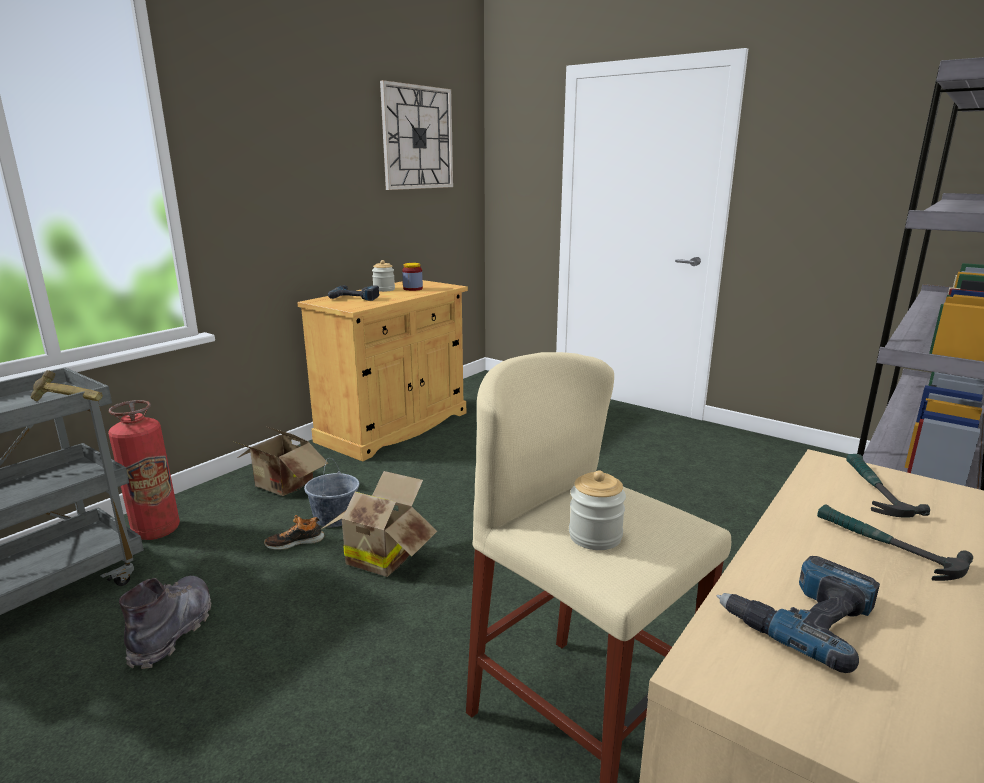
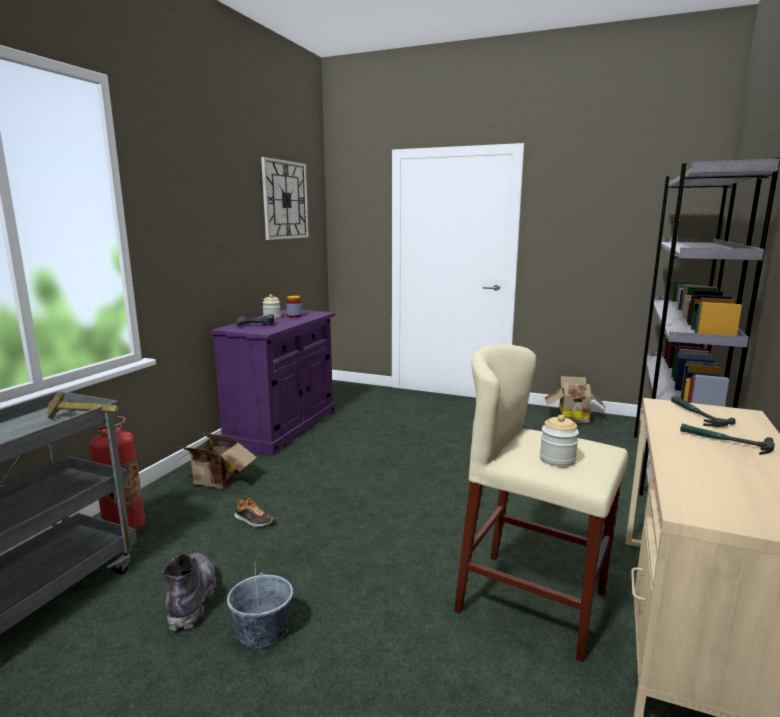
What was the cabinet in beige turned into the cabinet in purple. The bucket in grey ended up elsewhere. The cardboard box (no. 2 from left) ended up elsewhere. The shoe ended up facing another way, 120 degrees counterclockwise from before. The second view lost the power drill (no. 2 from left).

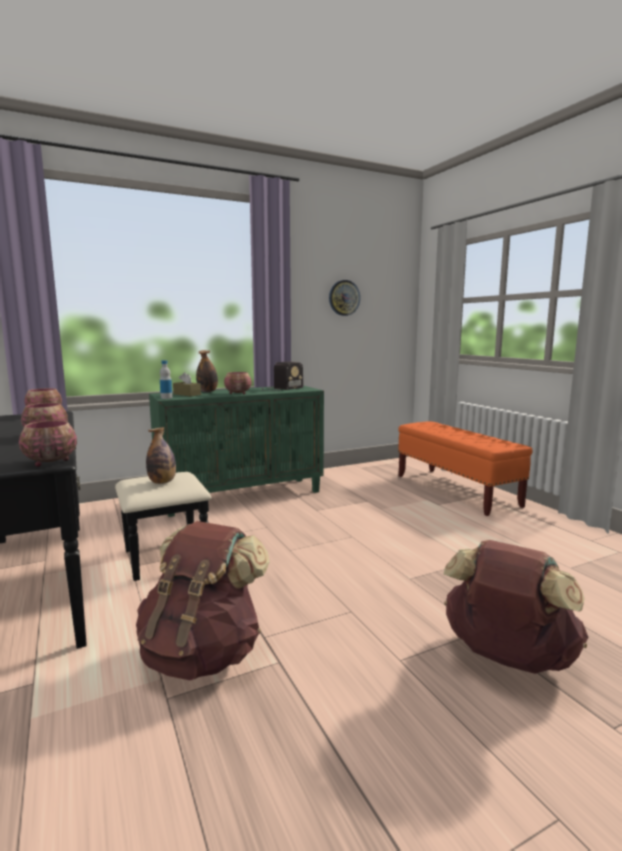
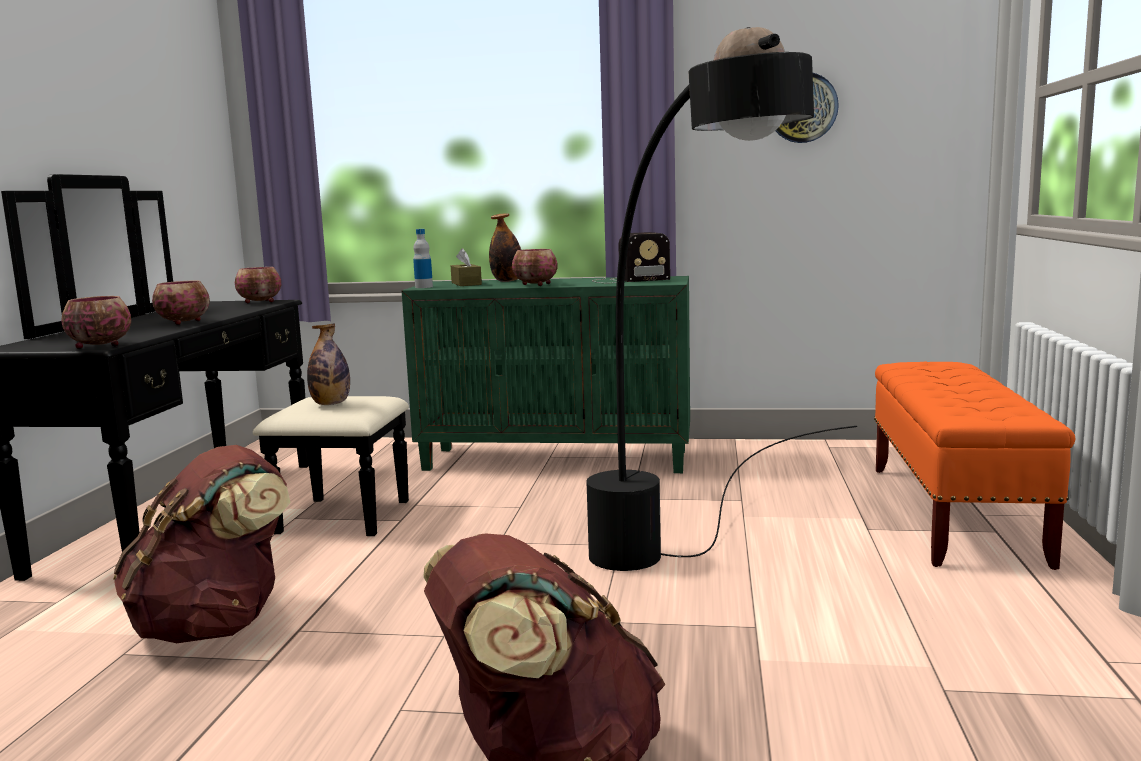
The second view gained the floor lamp in black.

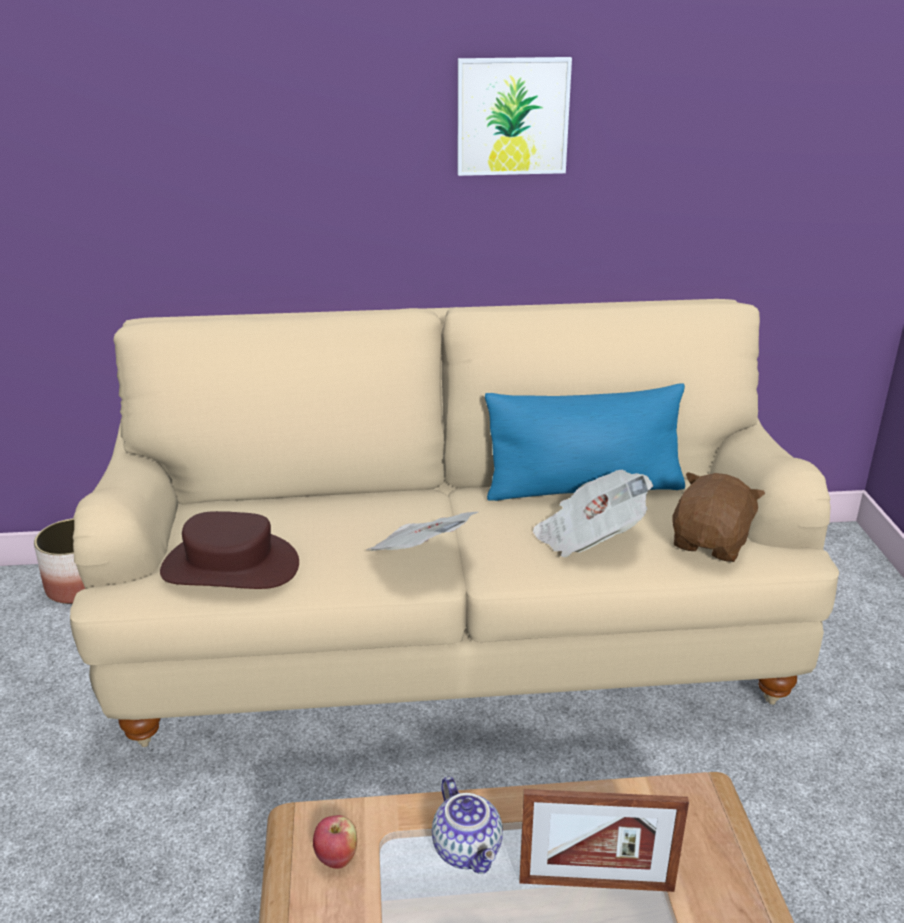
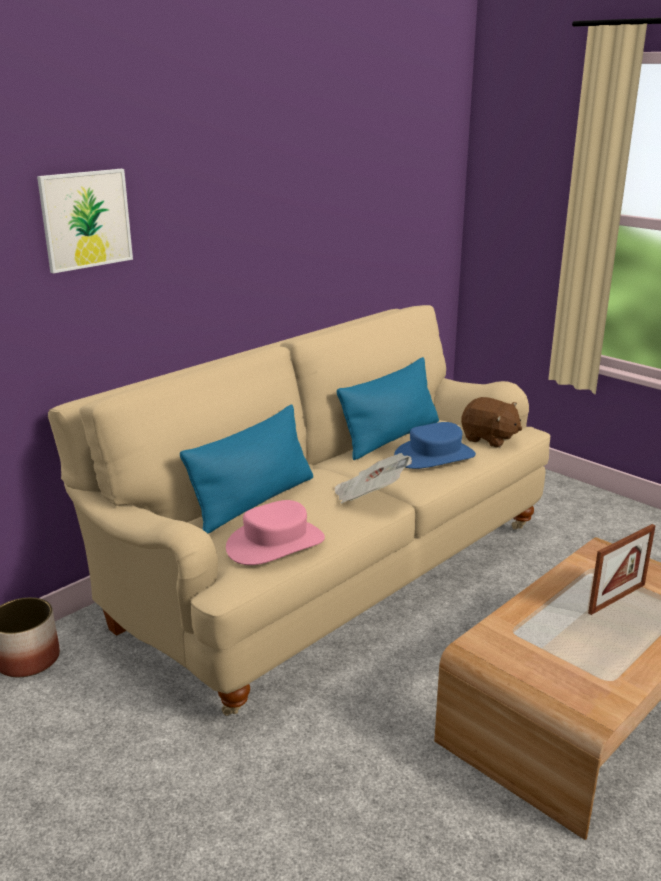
The picture ended up elsewhere. Where the newspaper (no. 2 from left) stood, the hat in blue came to stand. The plush toy in brown ended up facing another way, 135 degrees clockwise from before. What was the hat in brown turned into the hat in pink. The second view lost the teapot. The second view lost the apple. The second view gained the pillow in blue (no. 1 from left).

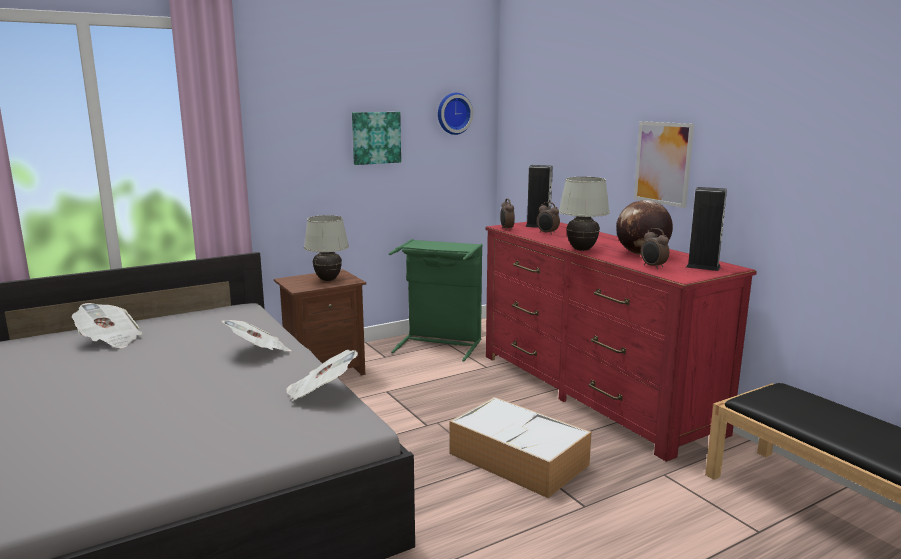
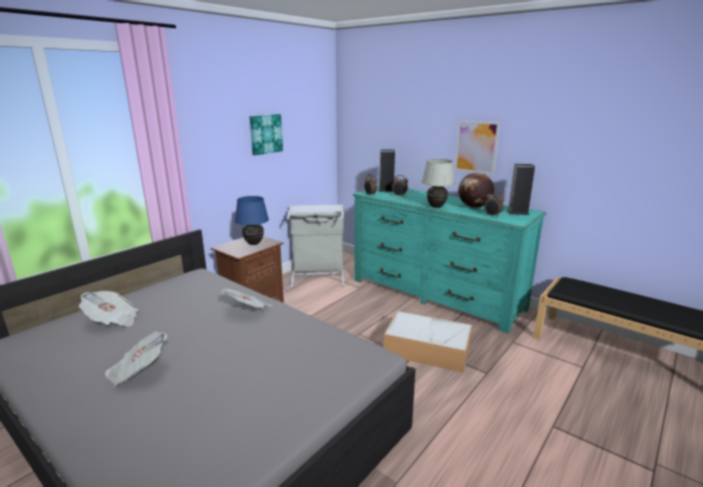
The second view lost the wall clock. What was the table lamp in white (no. 1 from left) turned into the table lamp in blue. What was the dresser in red turned into the dresser in turquoise. What was the laundry basket in green turned into the laundry basket in grey. The newspaper (no. 3 from left in the first image) ended up elsewhere.

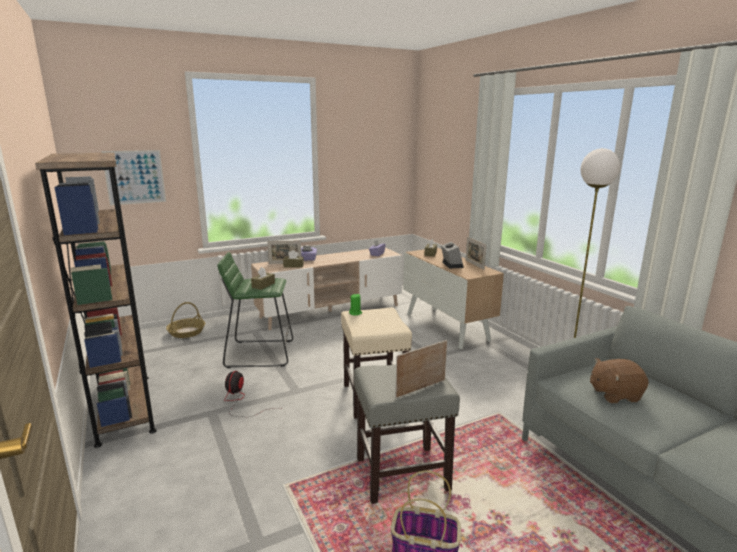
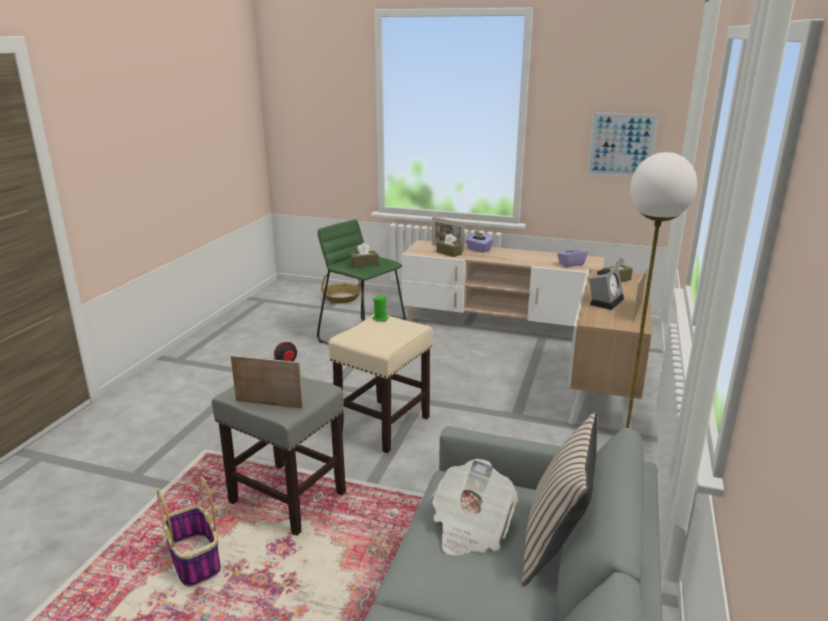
The picture ended up elsewhere. The second view lost the bookcase in brown. Where the plush toy in brown stood, the newspaper came to stand. The second view gained the pillow in beige.

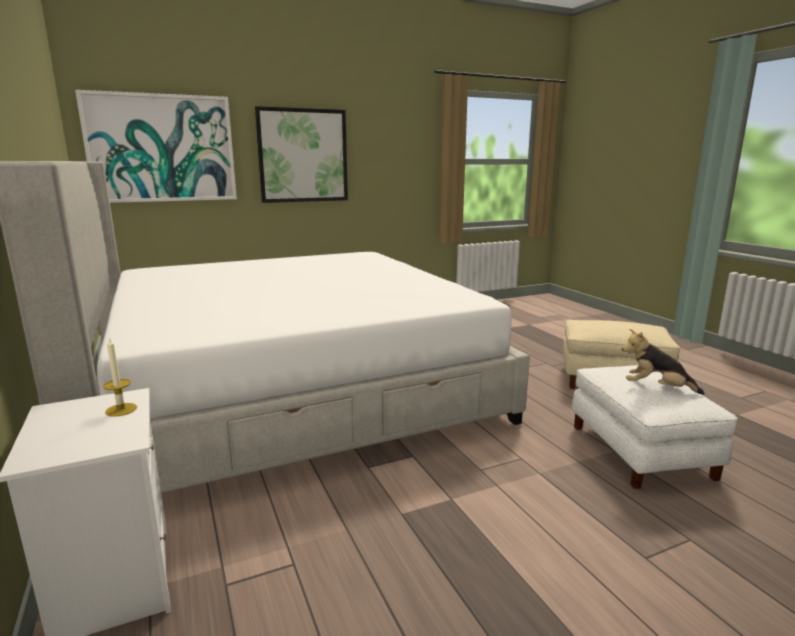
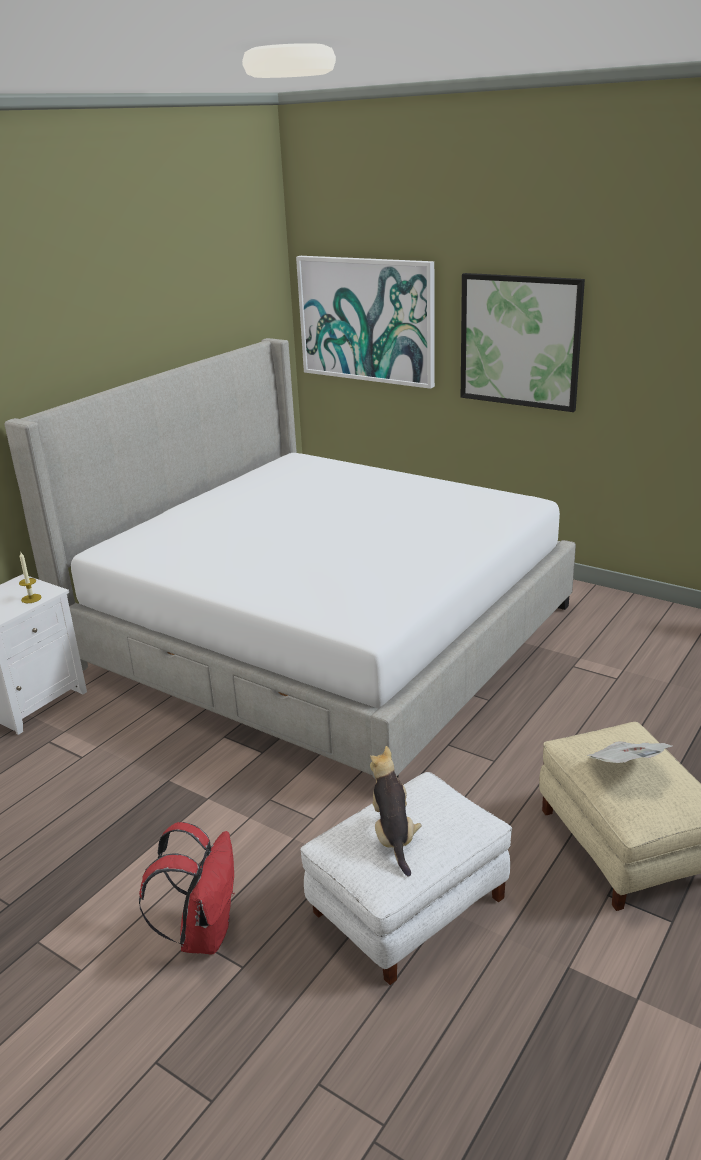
The second view gained the newspaper. The second view gained the backpack in red.

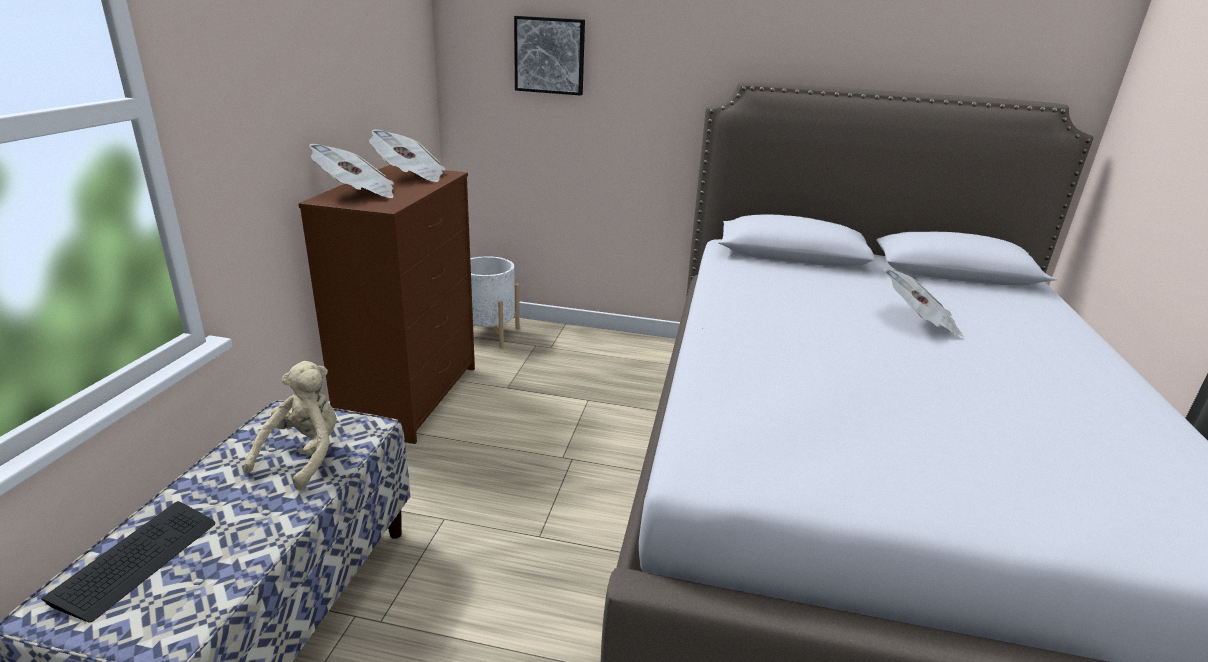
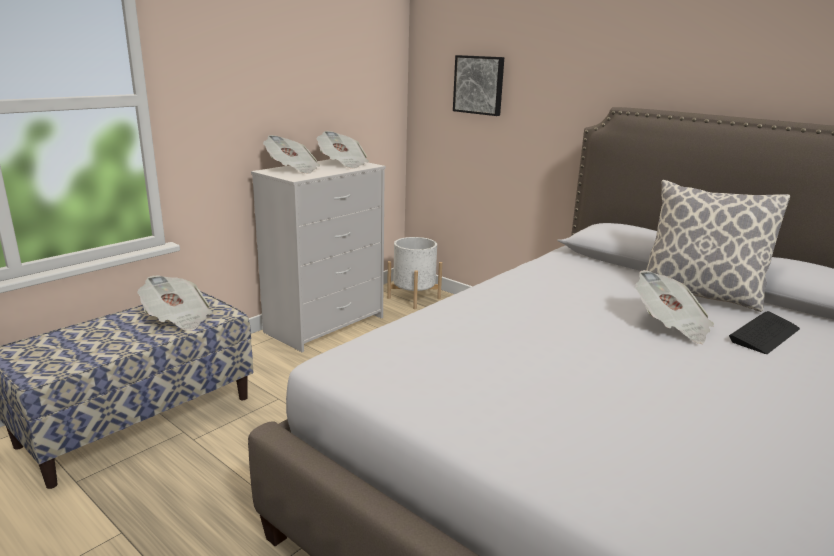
What was the dresser in brown turned into the dresser in white. Where the plush toy in beige stood, the newspaper (no. 1 from left) came to stand. The keyboard ended up elsewhere. The second view gained the pillow.

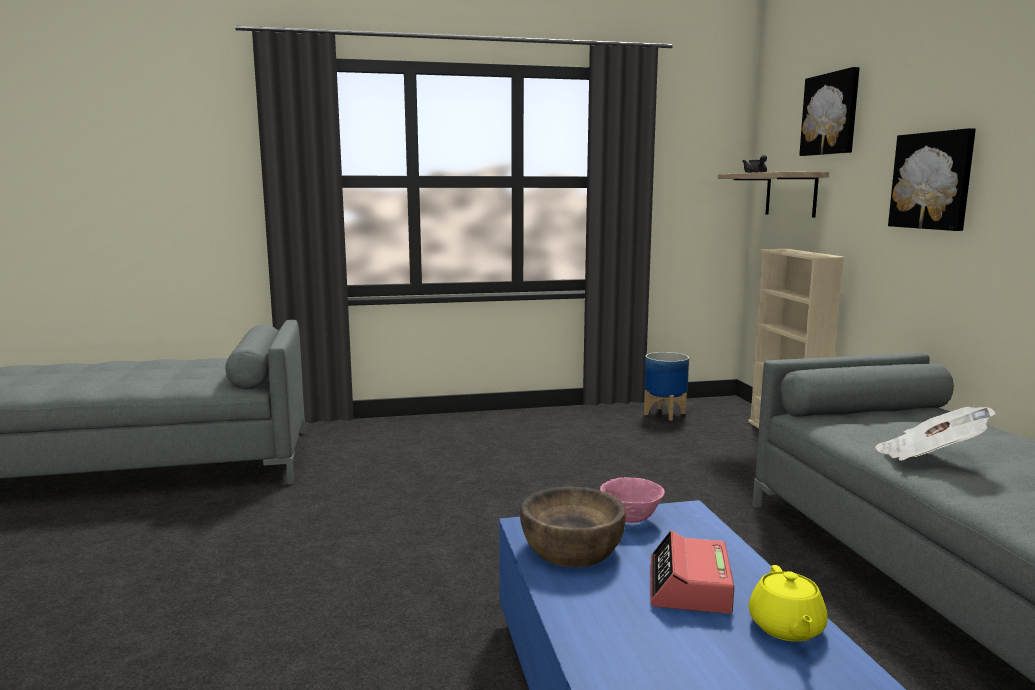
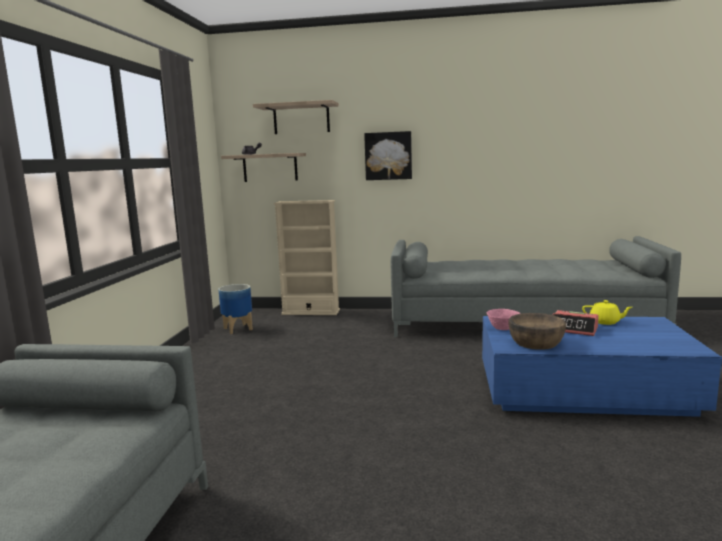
Where the picture (no. 1 from left) hung, the shelf (no. 2 from left) came to hang. The second view lost the newspaper.

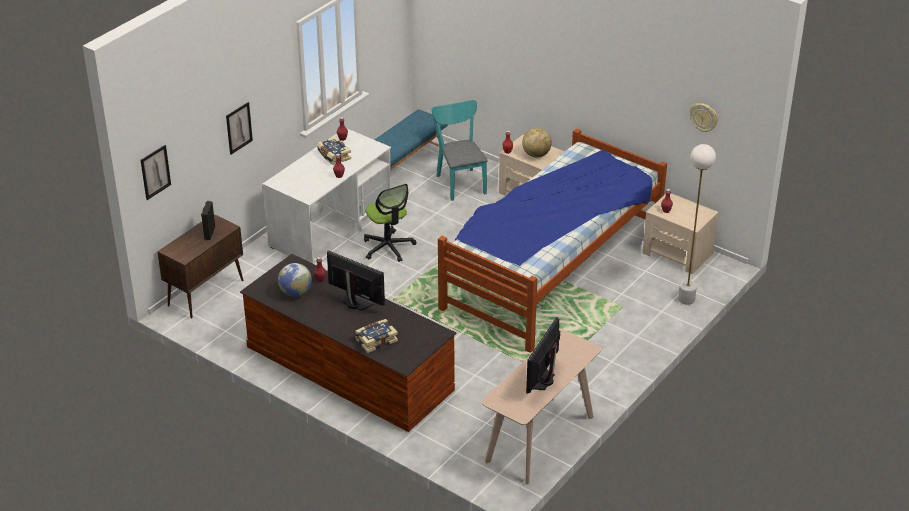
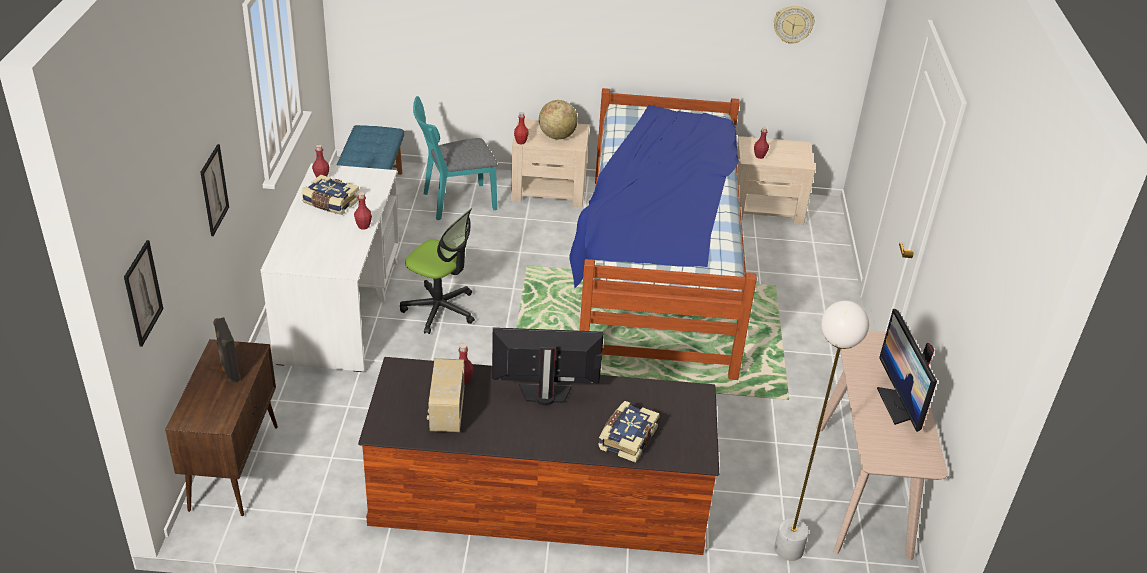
The chair in turquoise ended up facing another way, 60 degrees counterclockwise from before. The floor lamp in white ended up elsewhere. Where the globe (no. 1 from left) stood, the radio came to stand.

